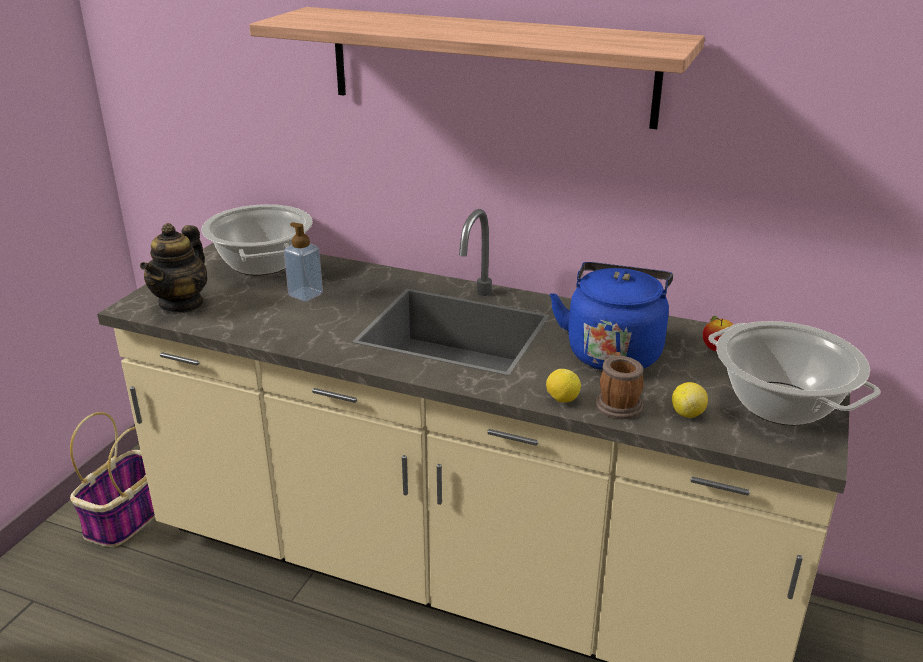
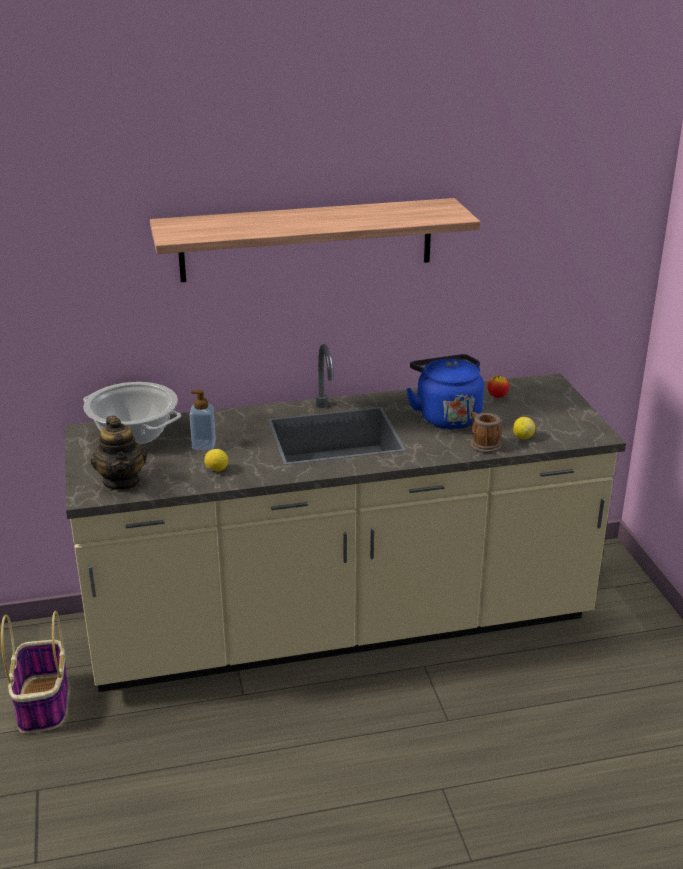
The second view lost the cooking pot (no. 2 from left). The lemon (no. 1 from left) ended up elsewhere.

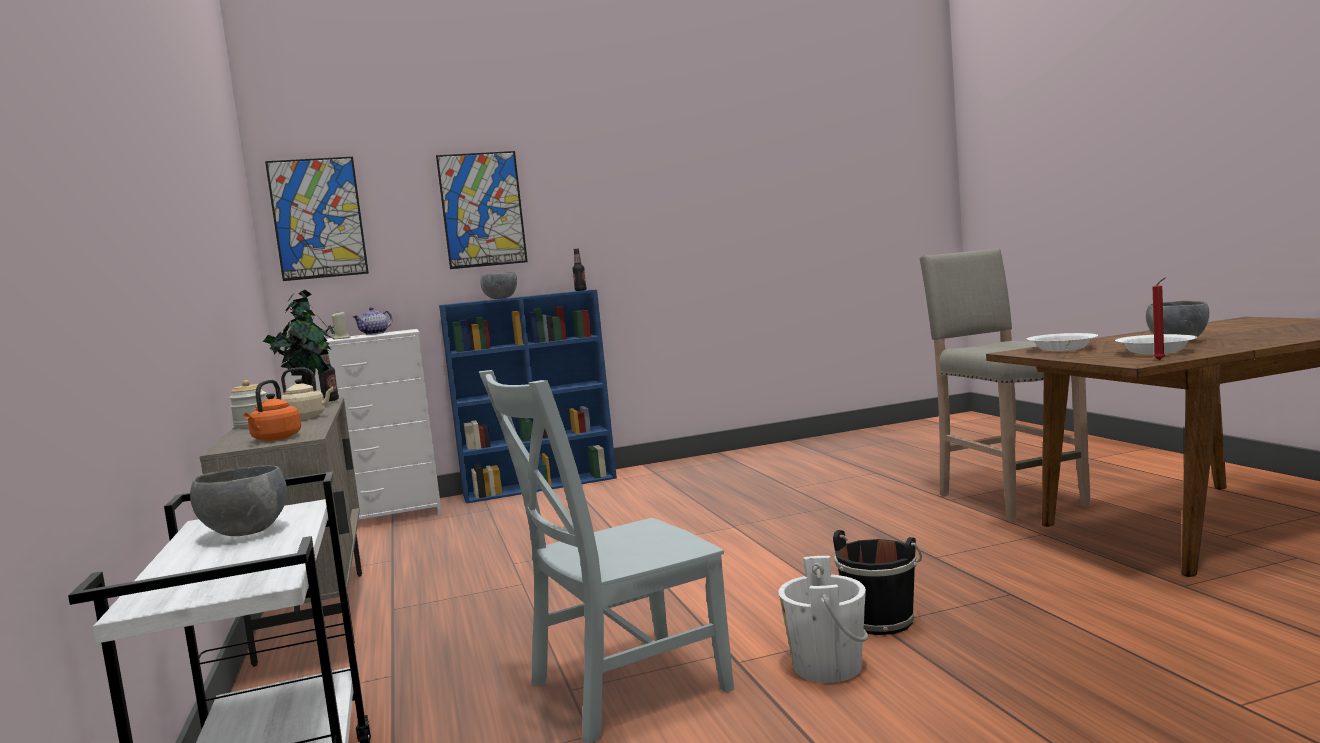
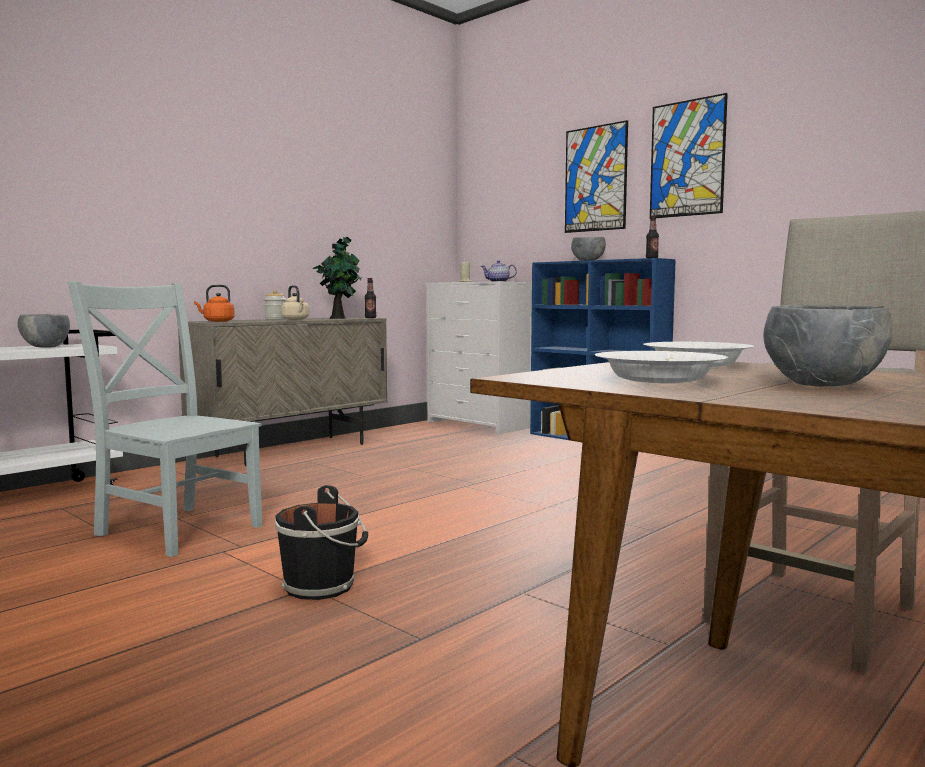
The picture (no. 1 from left in the first image) ended up elsewhere. The second view lost the candle in red. The second view lost the bucket in white.

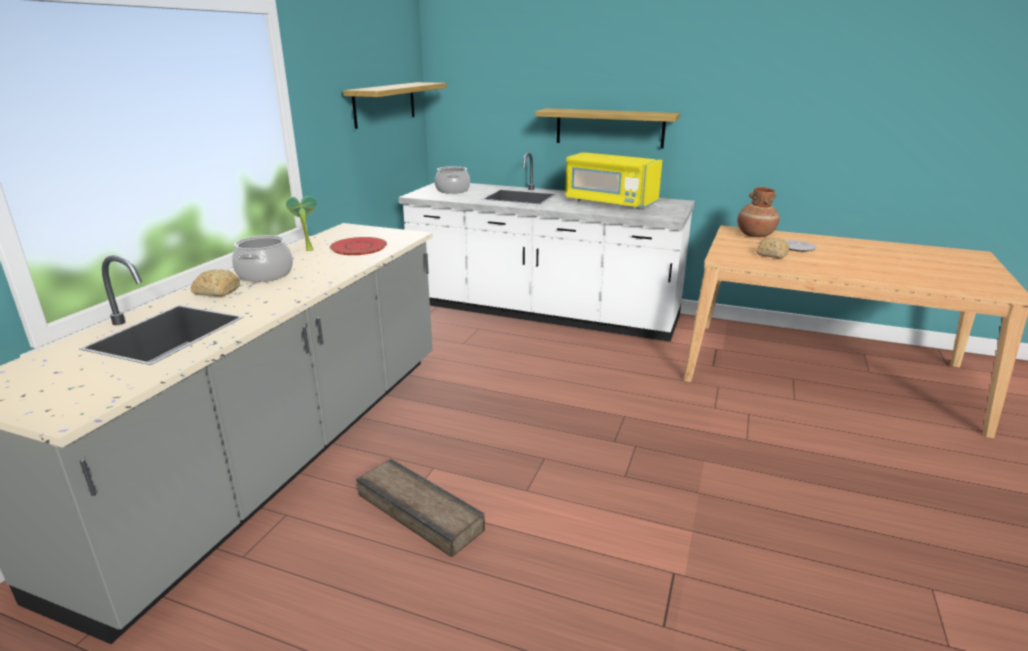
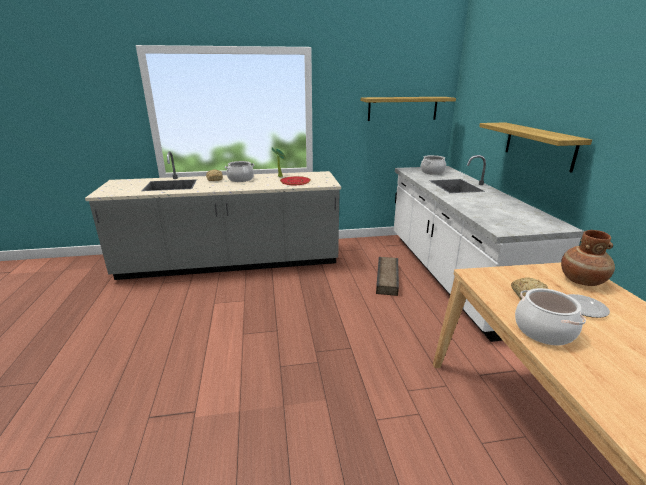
The second view lost the microwave in yellow. The crate ended up elsewhere. The second view gained the cooking pot (no. 3 from left).

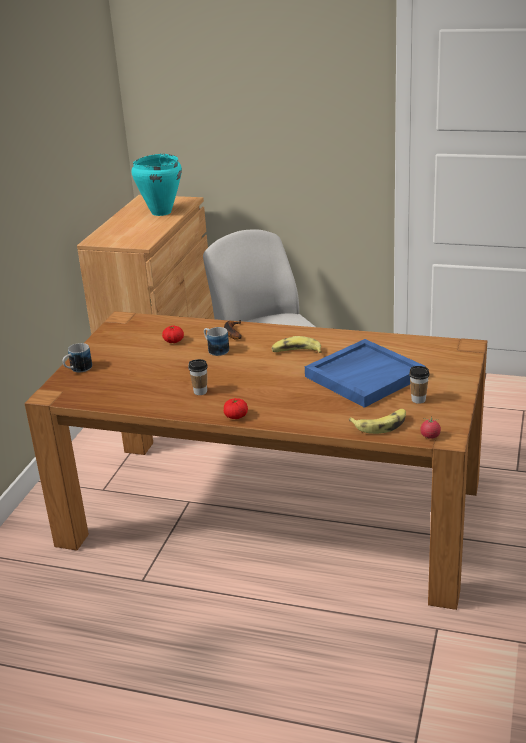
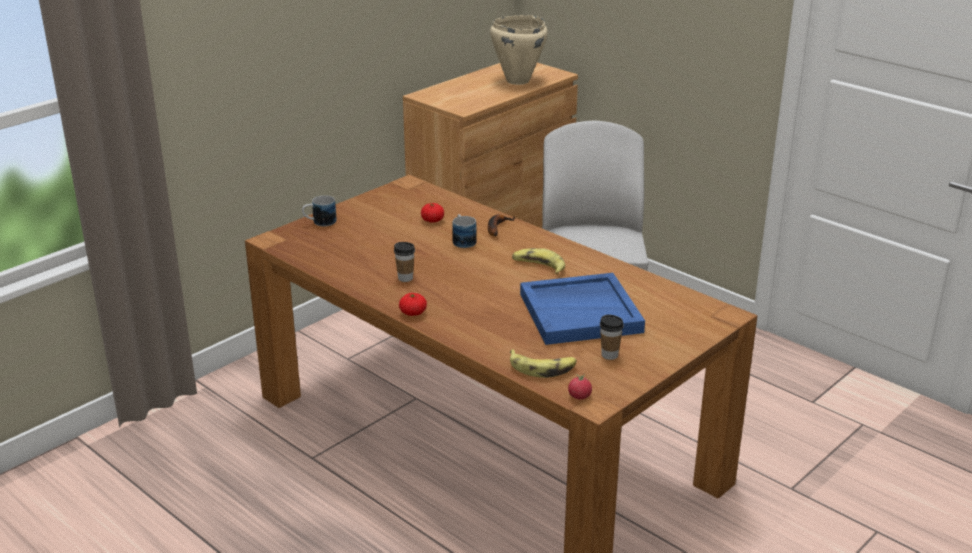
What was the cooking pot in turquoise turned into the cooking pot in beige.

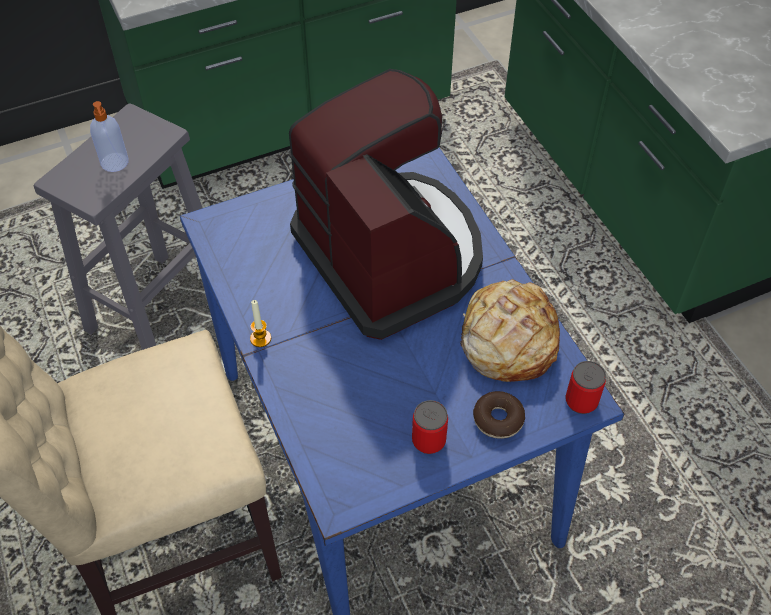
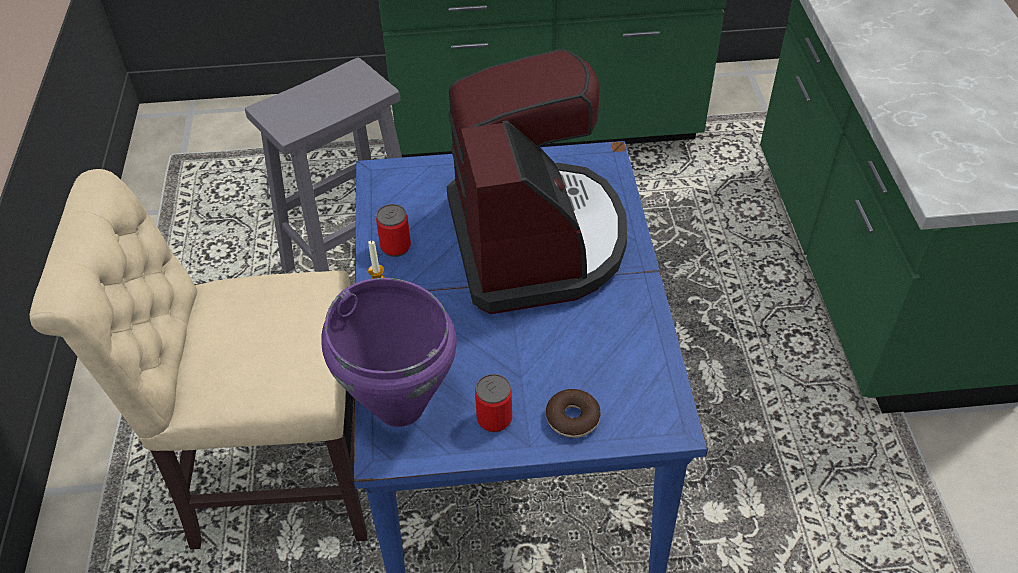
The second view lost the soap dispenser. The second view lost the bread. The can (no. 2 from left in the first image) ended up elsewhere. The second view gained the cooking pot in purple.

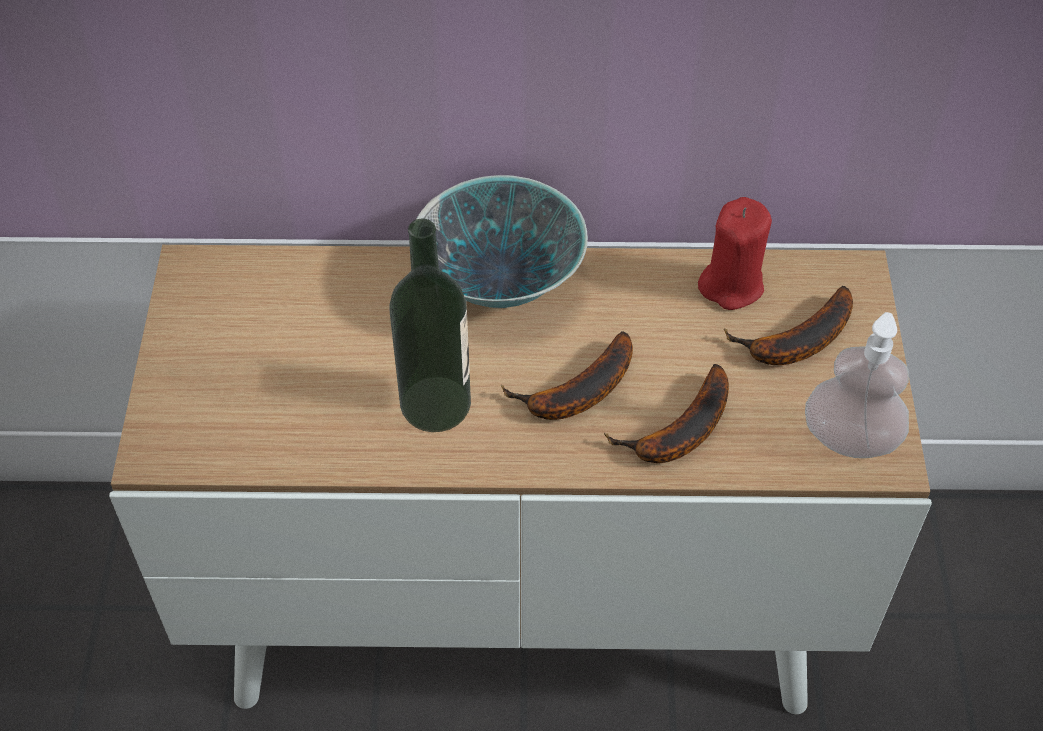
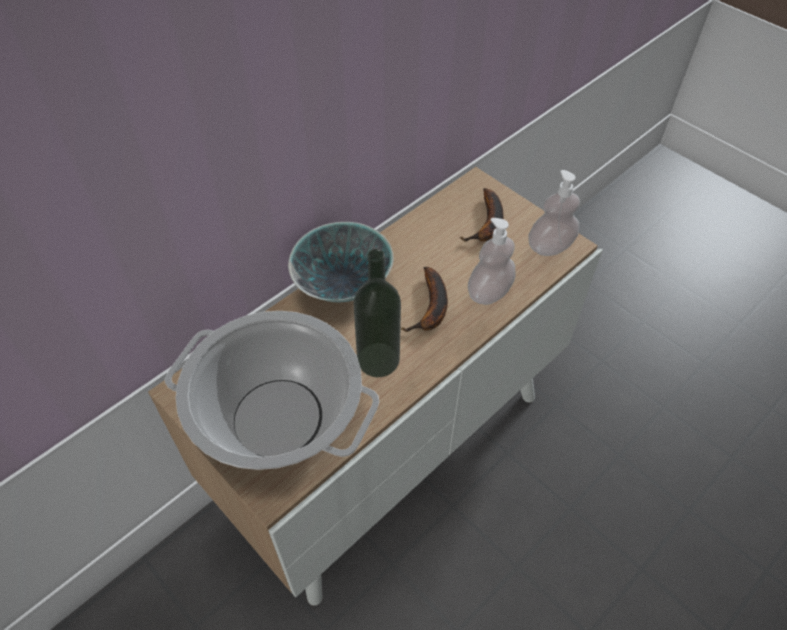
The second view lost the candle in red. Where the banana (no. 2 from left) stood, the soap dispenser (no. 1 from left) came to stand. The second view gained the cooking pot.

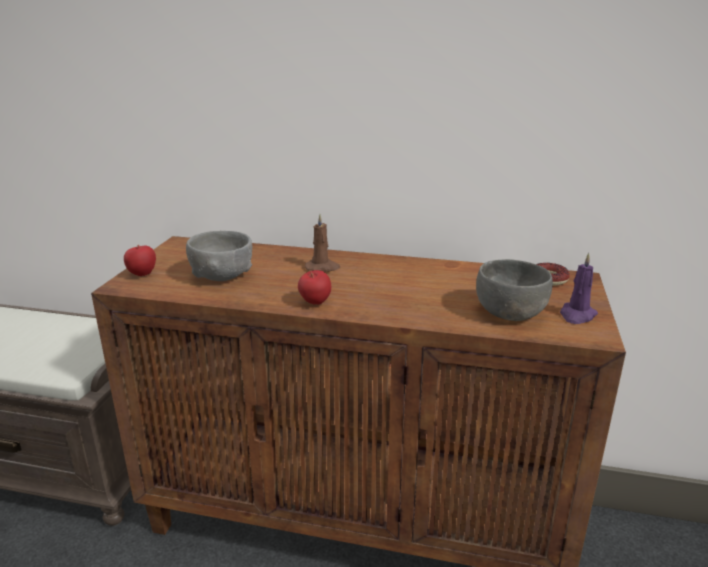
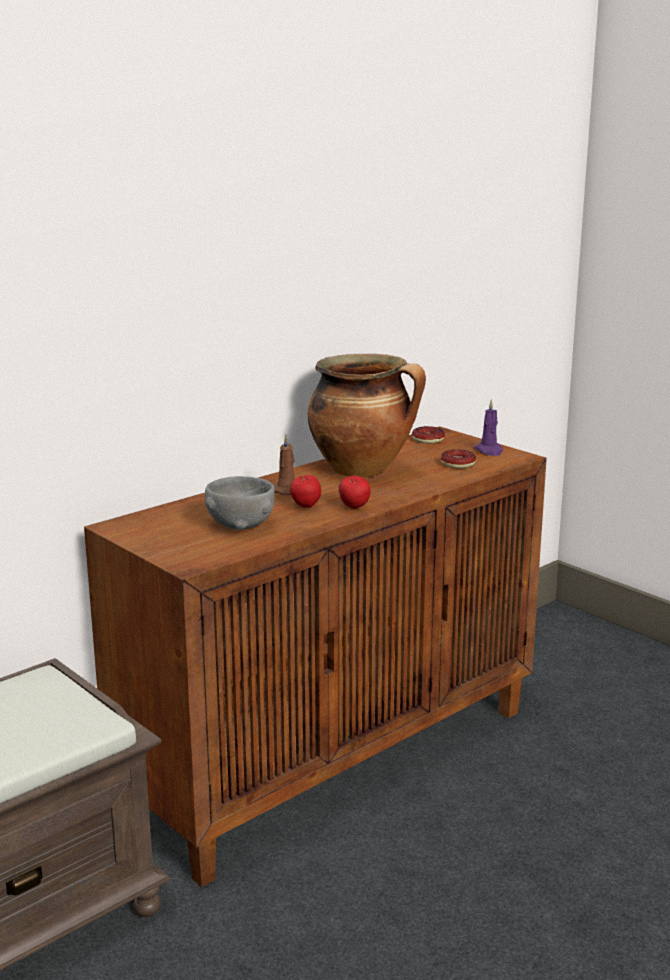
The apple (no. 1 from left) ended up elsewhere. Where the bowl in grey (no. 2 from left) stood, the donut (no. 2 from left) came to stand. The second view gained the cooking pot.

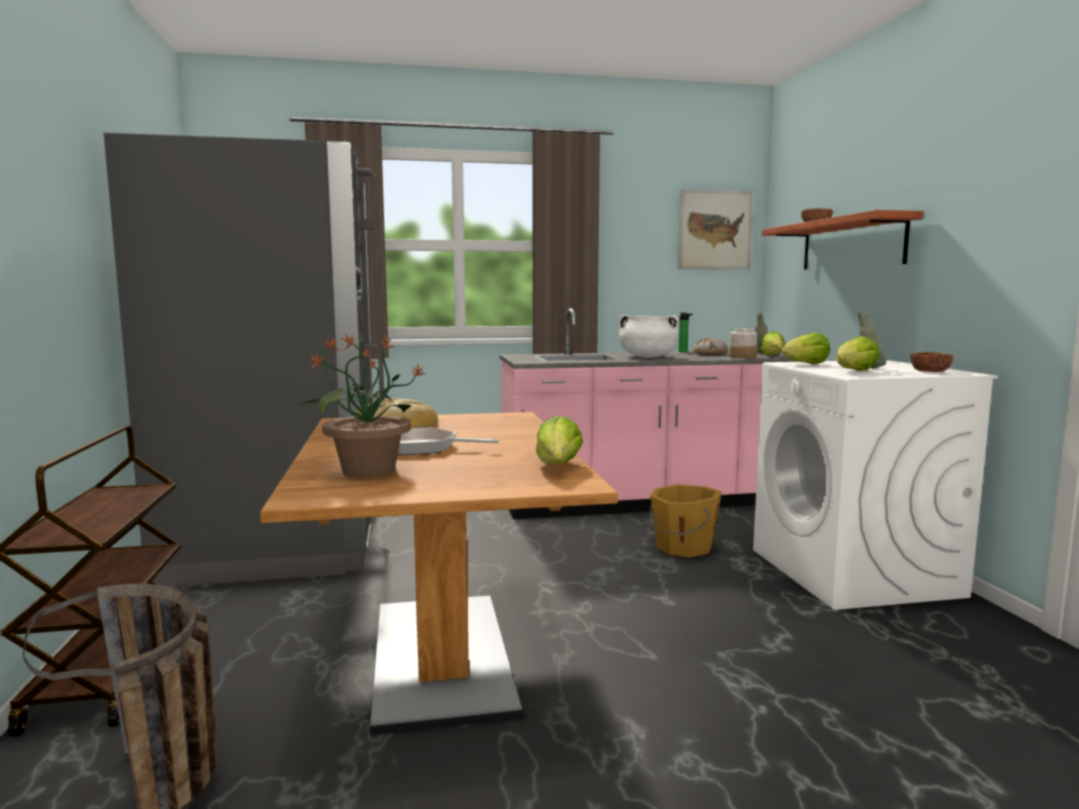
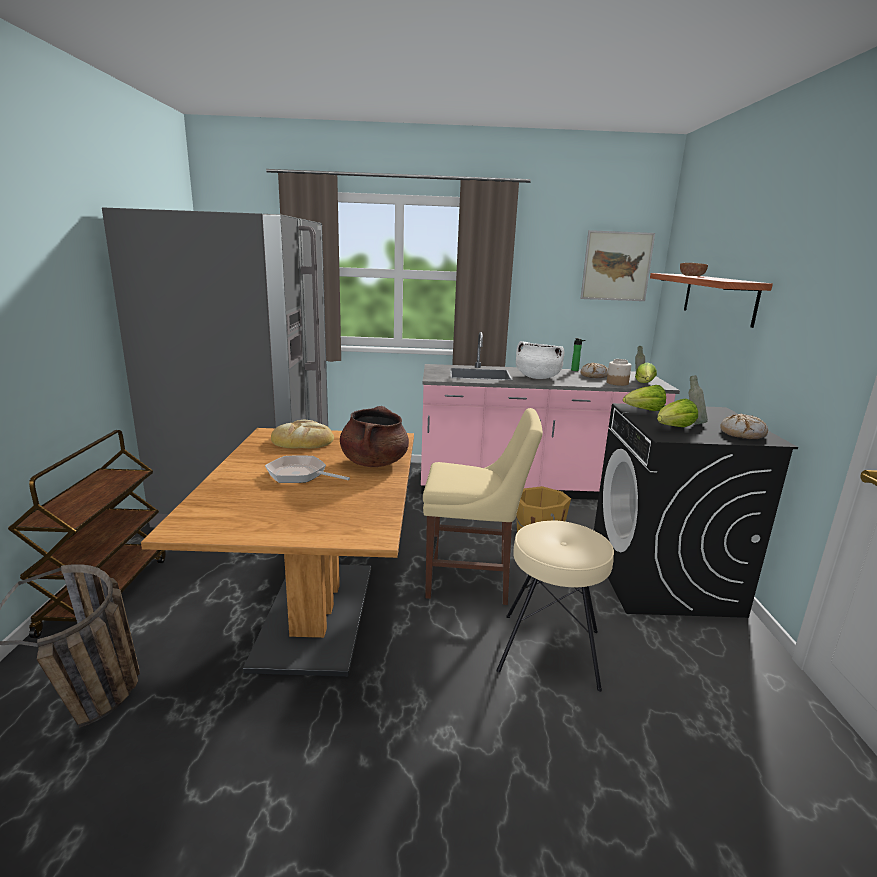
The second view lost the potted plant. Where the bowl in brown (no. 2 from left) stood, the bread (no. 3 from left) came to stand. What was the washing machine in white turned into the washing machine in black. The second view lost the lettuce (no. 1 from left). The second view gained the cooking pot in brown. The second view gained the chair in beige. The second view gained the stool in beige.

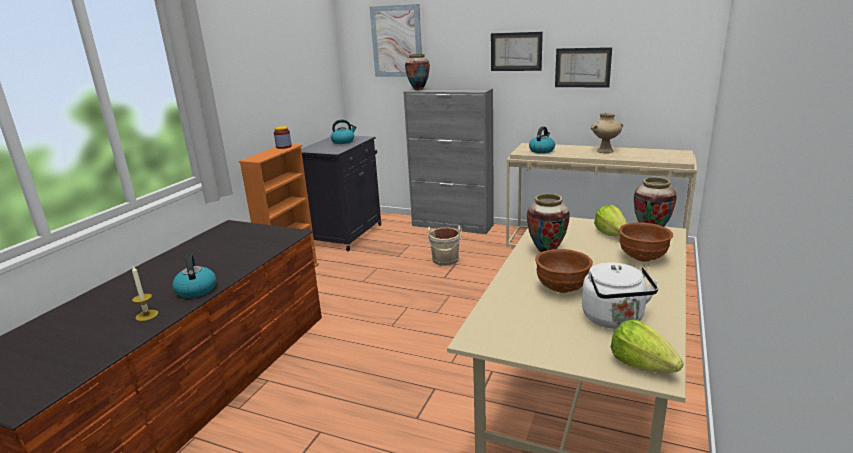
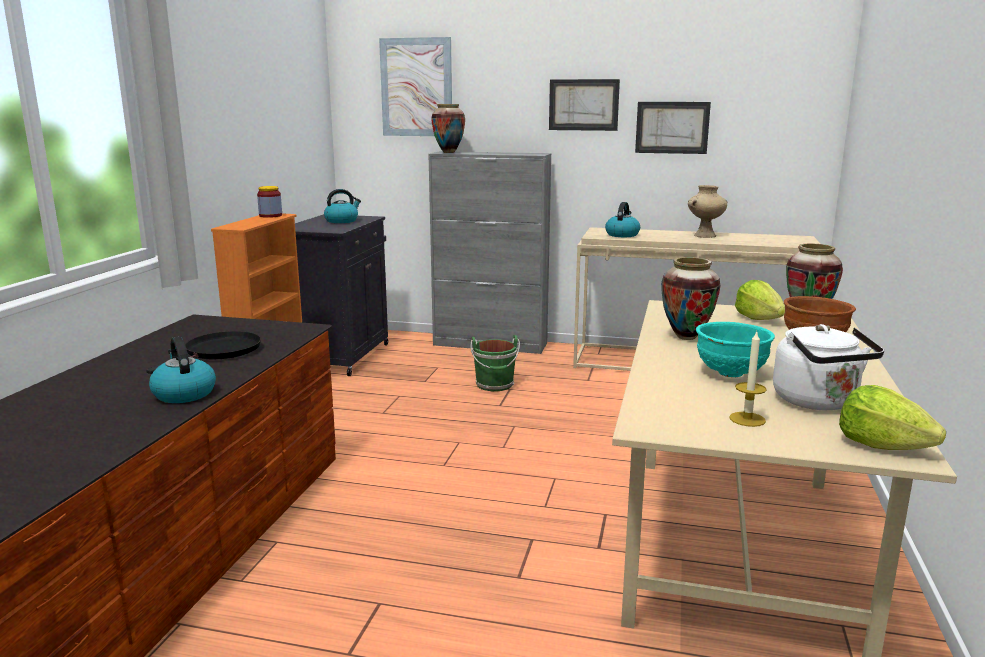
What was the bucket in beige turned into the bucket in green. What was the bowl in brown (no. 1 from left) turned into the bowl in turquoise. The candle ended up elsewhere. The second view gained the frying pan in black.

